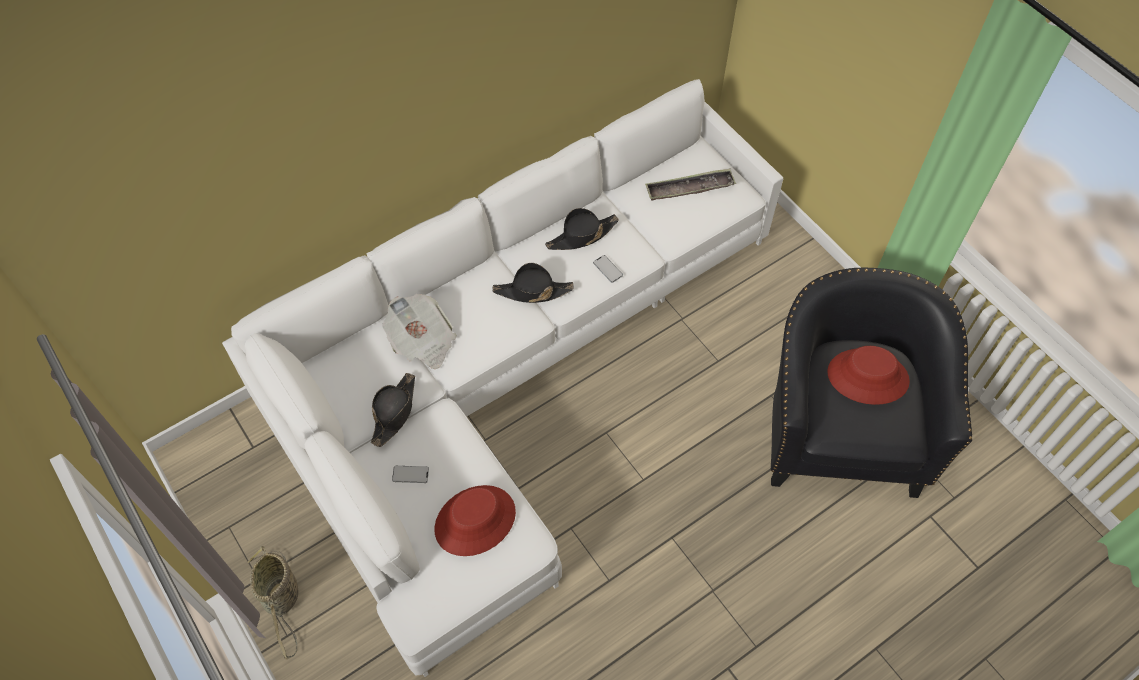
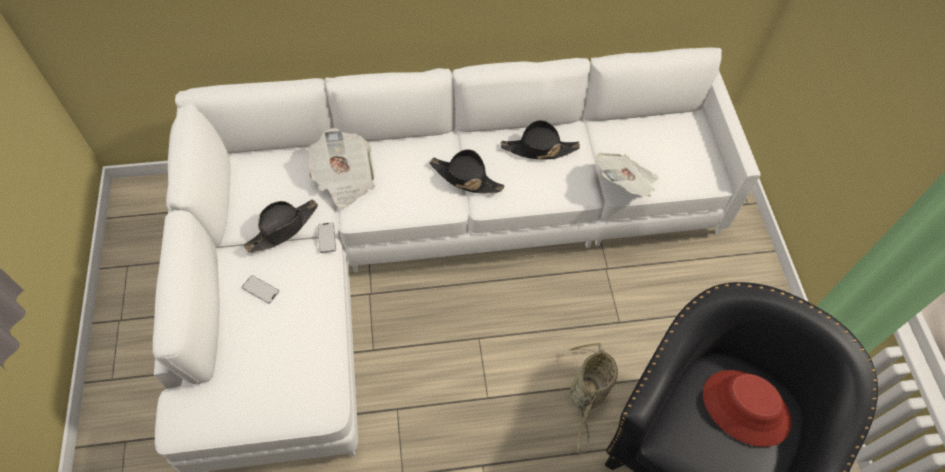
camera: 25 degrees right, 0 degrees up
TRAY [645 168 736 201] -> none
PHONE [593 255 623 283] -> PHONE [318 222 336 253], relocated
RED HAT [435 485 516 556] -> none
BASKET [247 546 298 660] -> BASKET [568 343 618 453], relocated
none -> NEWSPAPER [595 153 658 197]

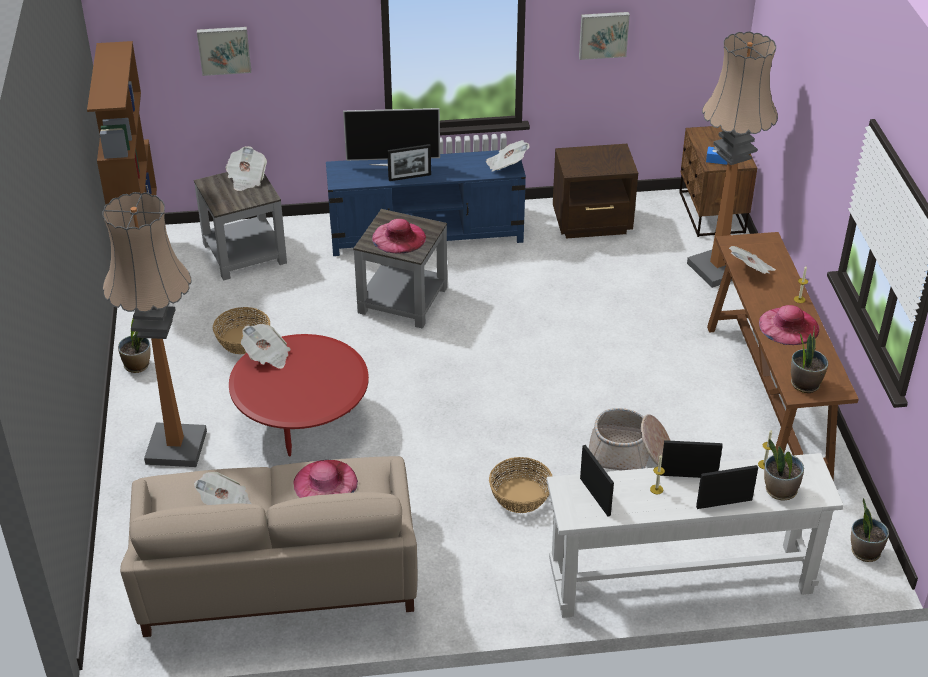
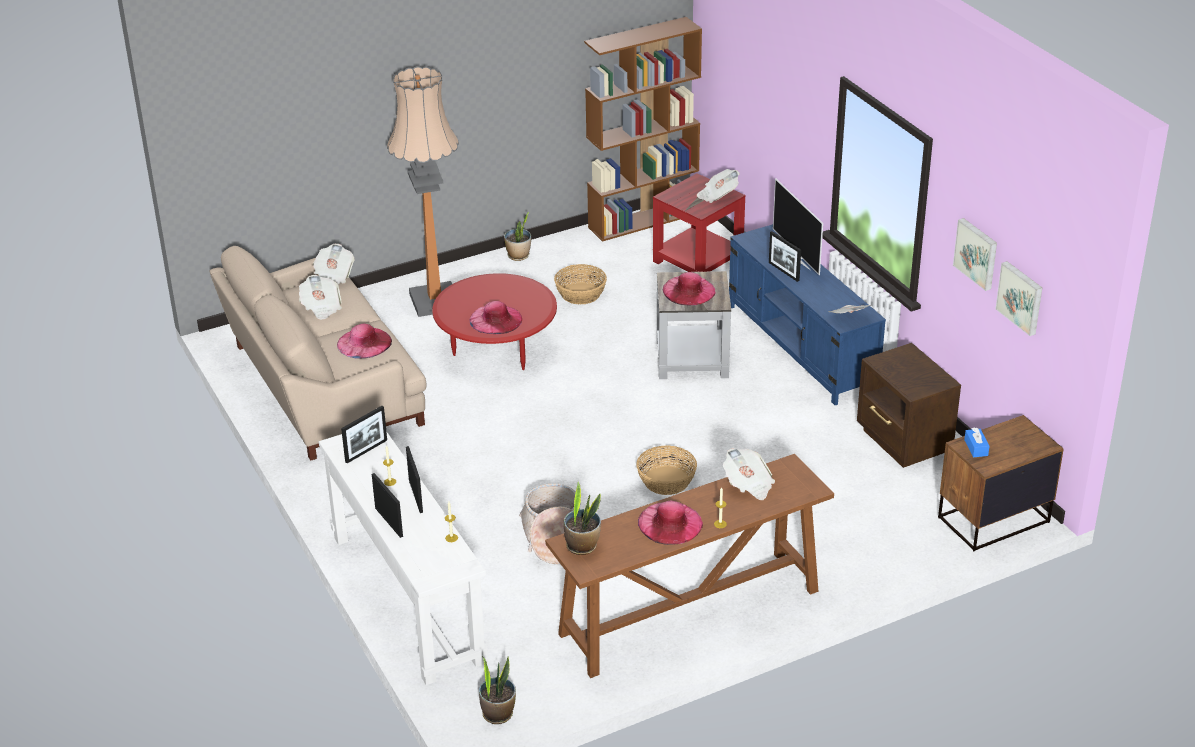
camera: 70 degrees right, 5 degrees down
PICTURE [197 27 251 76] -> PICTURE [996 261 1042 336], relocated
FLOOR LAMP [687 31 778 288] -> none
GREY SIDE TABLE [194 172 287 281] -> RED SIDE TABLE [653 173 746 272]
NEWSPAPER [241 324 290 369] -> NEWSPAPER [313 244 355 285], relocated
POTTED PLANT [764 439 804 501] -> none
BASKET [489 457 552 513] -> BASKET [636 445 697 495], relocated
none -> PINK HAT [469 301 522 334]

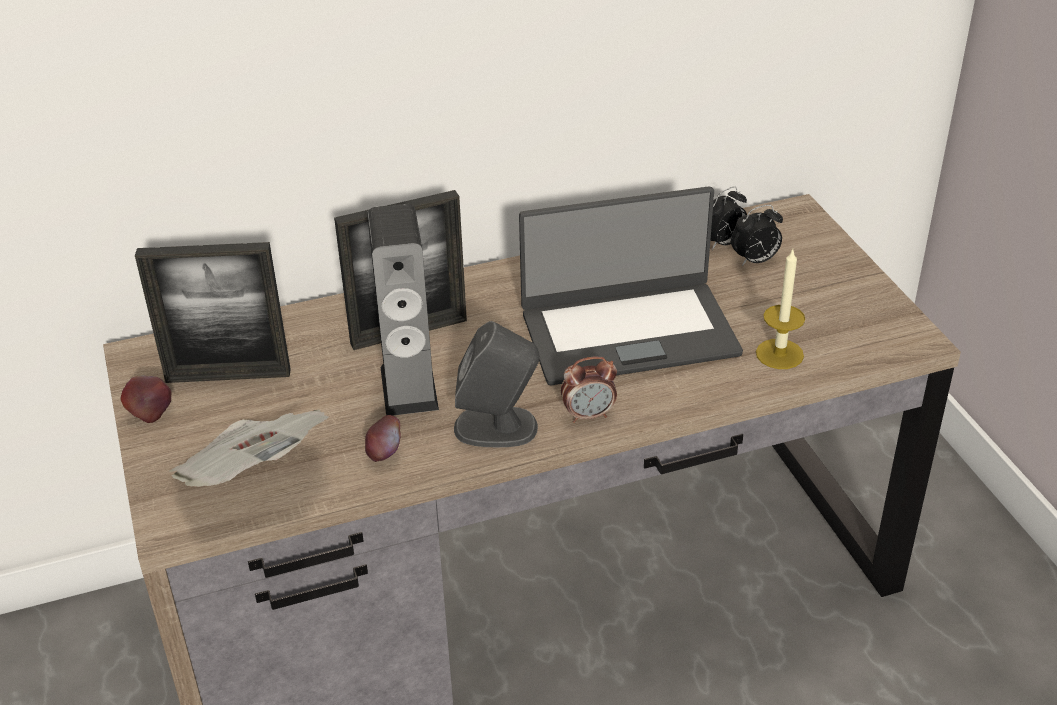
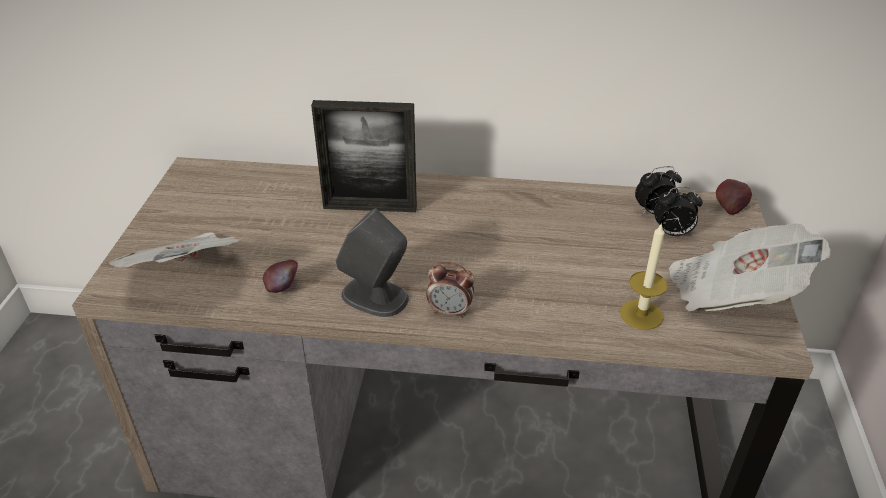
camera: 25 degrees right, 0 degrees up
LAPTOP [519 186 743 385] -> none
SPEAKER [367 204 439 416] -> none
PICTURE FRAME [135 242 291 383] -> none
APPLE [121 375 172 423] -> APPLE [716 179 752 215], relocated
none -> NEWSPAPER [669 223 831 311]

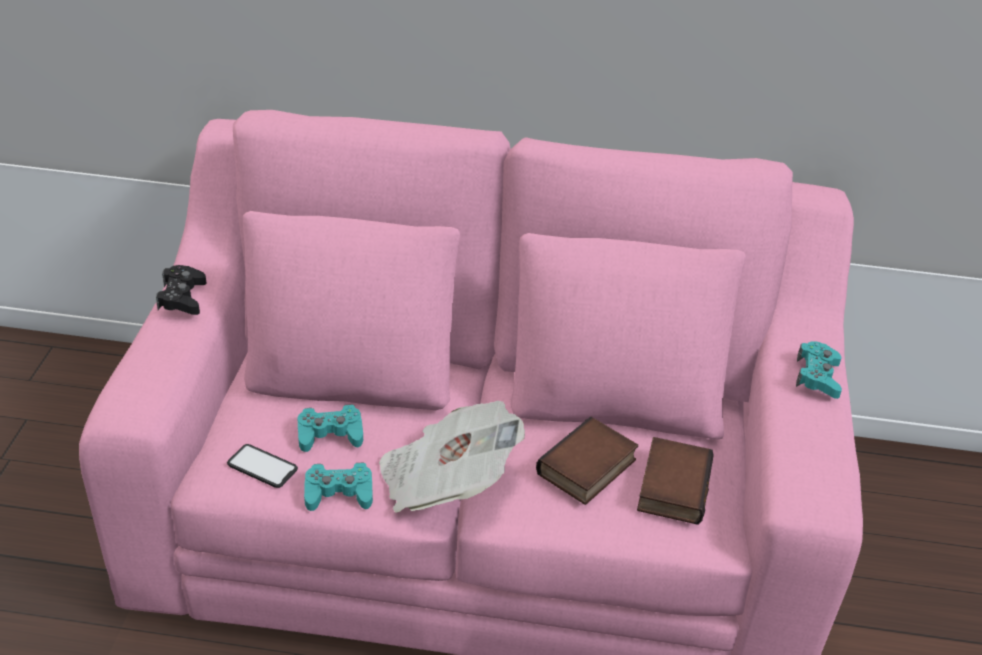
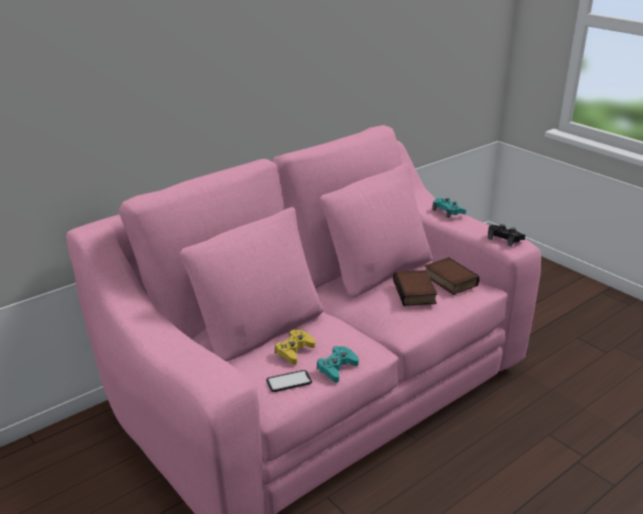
camera: 45 degrees left, 10 degrees down
BLACK GAME CONTROLLER [156 265 206 315] -> BLACK GAME CONTROLLER [488 224 525 247], relocated
NEWSPAPER [379 401 525 513] -> none
TURQUOISE GAME CONTROLLER [297 404 363 452] -> YELLOW GAME CONTROLLER [275 330 315 365]

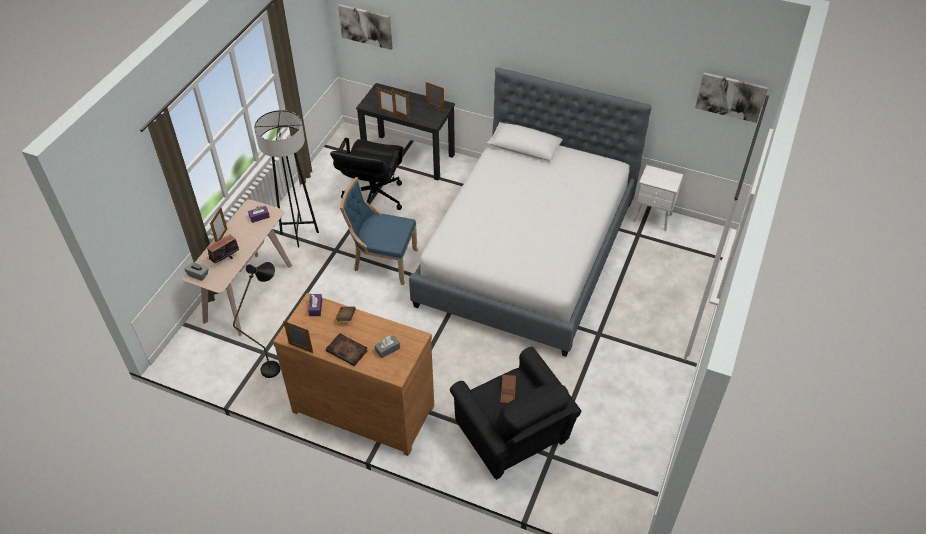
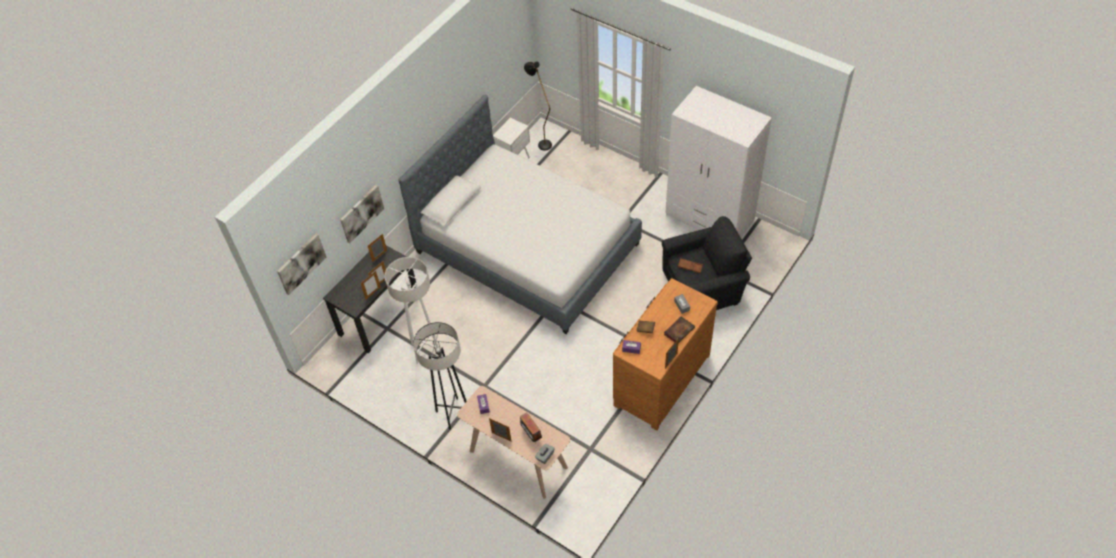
camera: 75 degrees left, 5 degrees up
PICTURE [695 72 769 123] -> PICTURE [340 185 384 243], relocated
BLACK OFFICE CHAIR [330 138 404 210] -> WHITE FLOOR LAMP [385 257 442 364]
BLUE CHAIR [340 177 418 285] -> none
BLACK FLOOR LAMP [233 262 280 378] -> BLACK FLOOR LAMP [524 61 552 151], relocated
none -> WHITE WARDROBE [666 86 772 237]

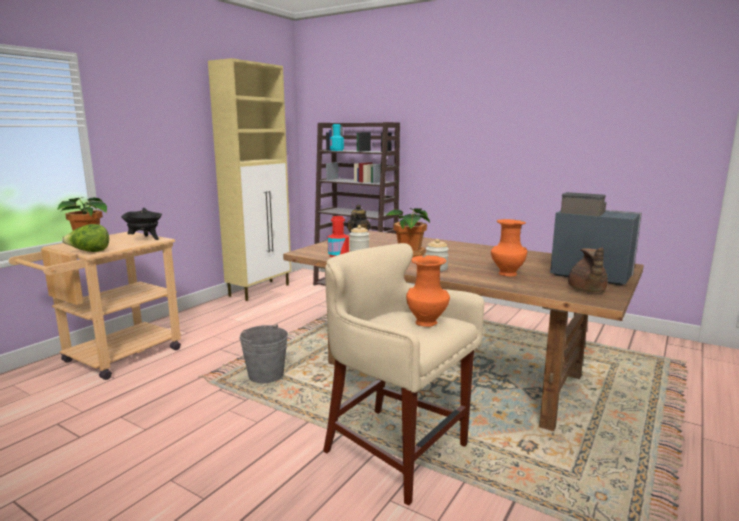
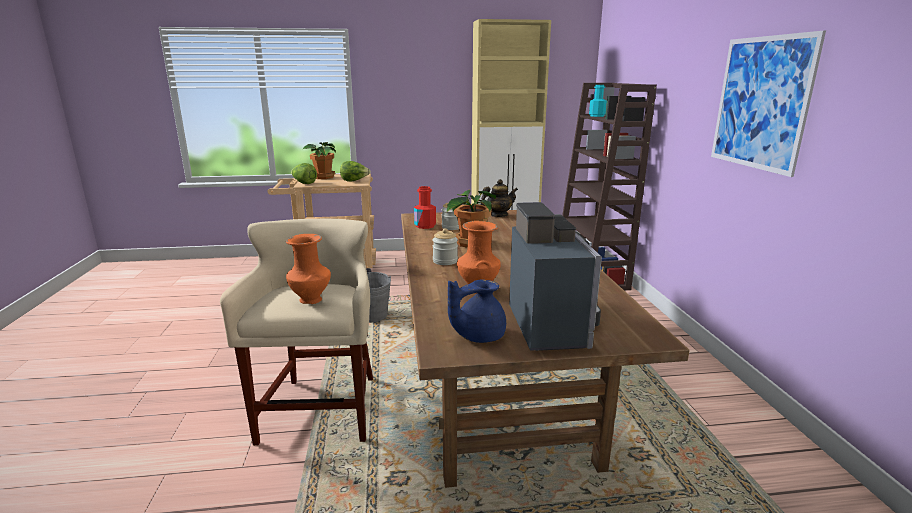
camera: 50 degrees right, 5 degrees up
BLACK COOKING POT [121 208 162 240] -> LETTUCE [340 161 371 182]
BROWN TEAPOT [568 248 608 292] -> BLUE TEAPOT [448 279 506 343]
none -> PICTURE [711 31 826 177]

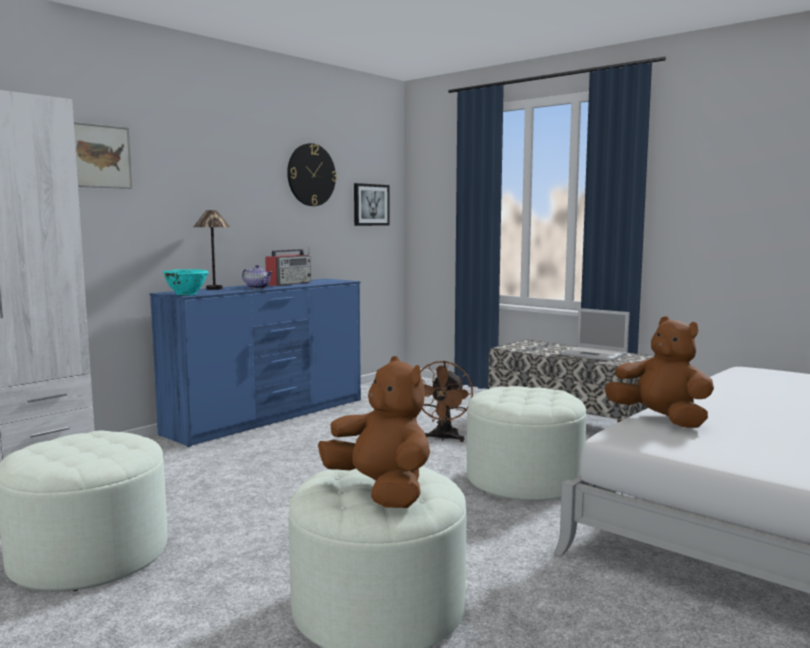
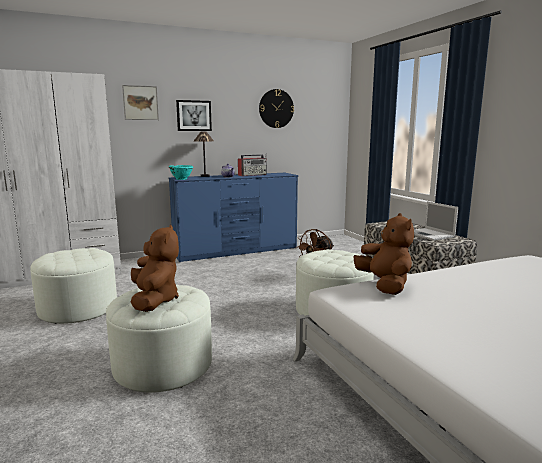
camera: 25 degrees right, 5 degrees up
PICTURE [354 183 390 226] -> PICTURE [176 100 212 131], relocated

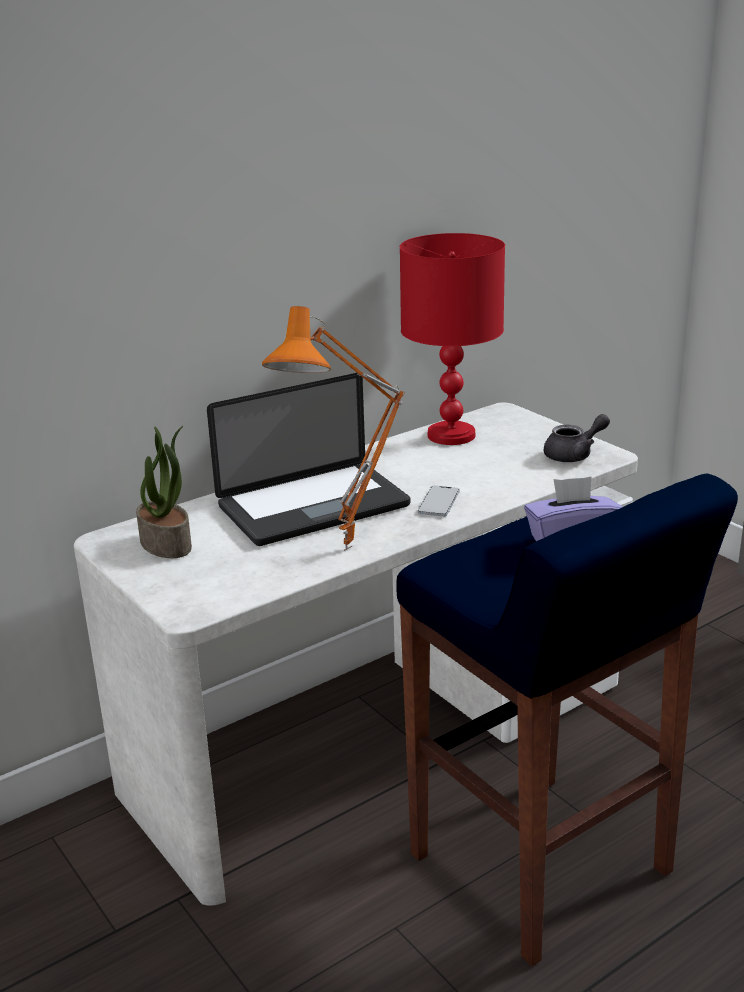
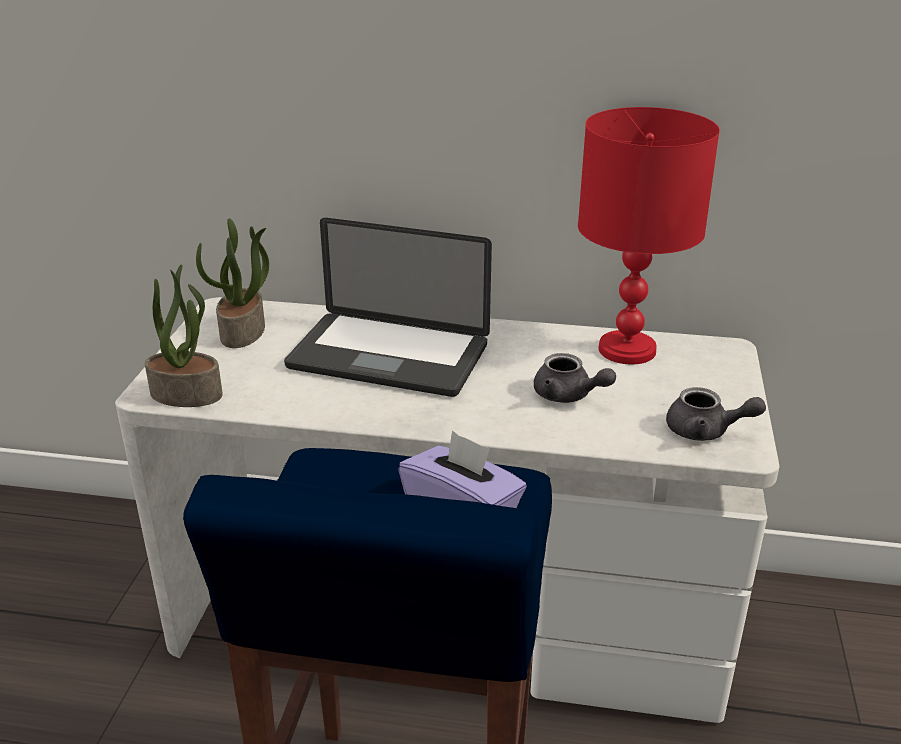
camera: 45 degrees right, 5 degrees up
ORANGE TABLE LAMP [262 306 404 551] -> none
PHONE [418 486 459 517] -> none
none -> POTTED PLANT [145 264 223 407]
none -> GREY TEAPOT [534 353 616 403]

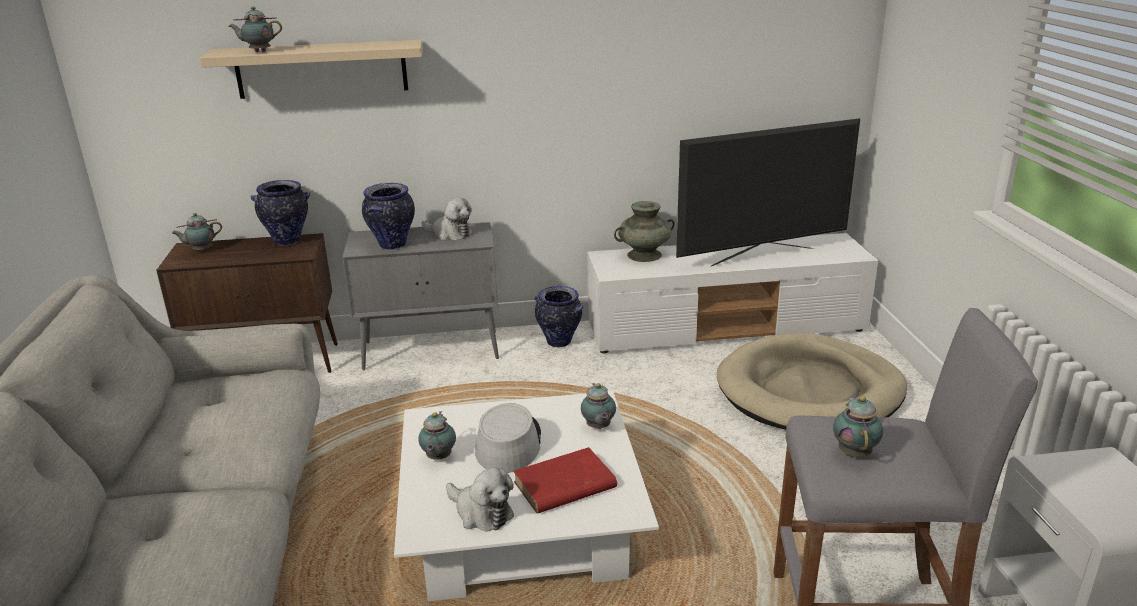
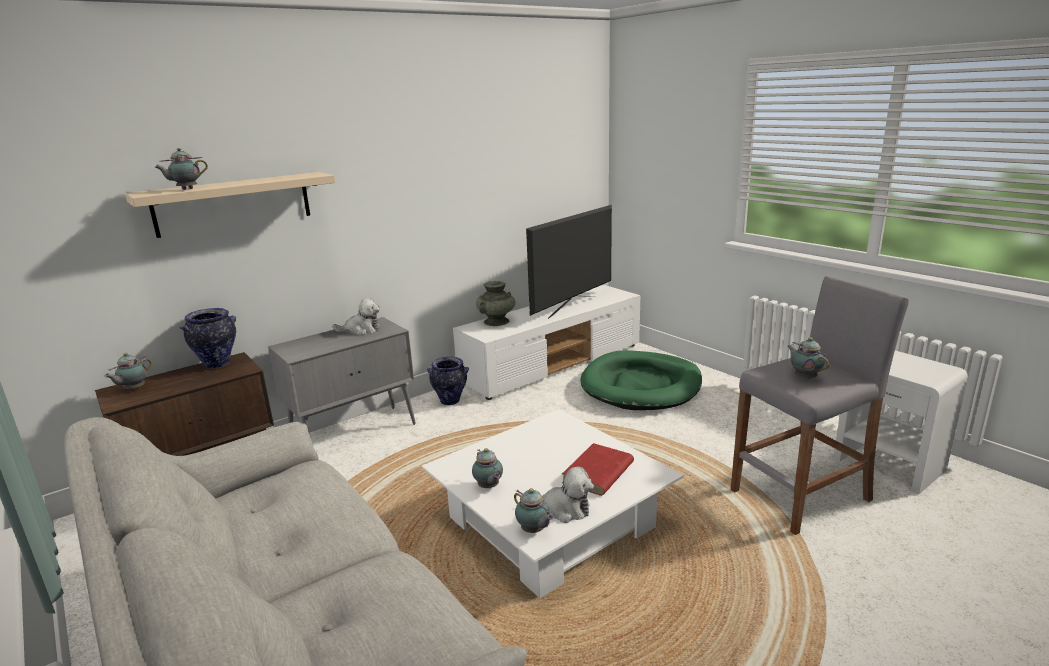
camera: 30 degrees left, 5 degrees down
VASE [362 183 415 250] -> none
BEIGE DOG BED [717 333 907 430] -> GREEN DOG BED [580 350 702 410]
TEAPOT [581 383 616 429] -> TEAPOT [514 488 554 533], relocated
GREY HAT [475 403 541 473] -> none

